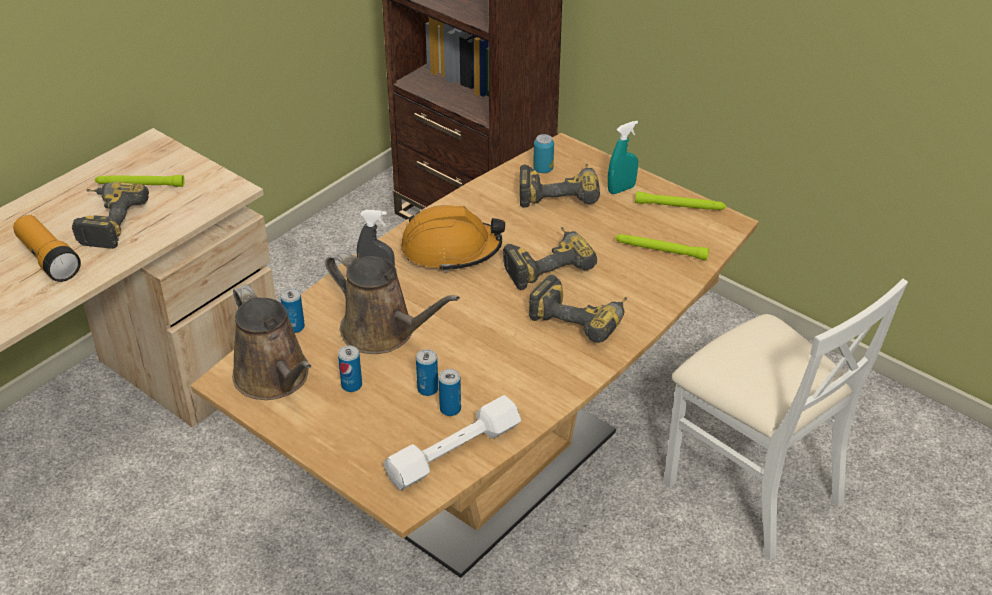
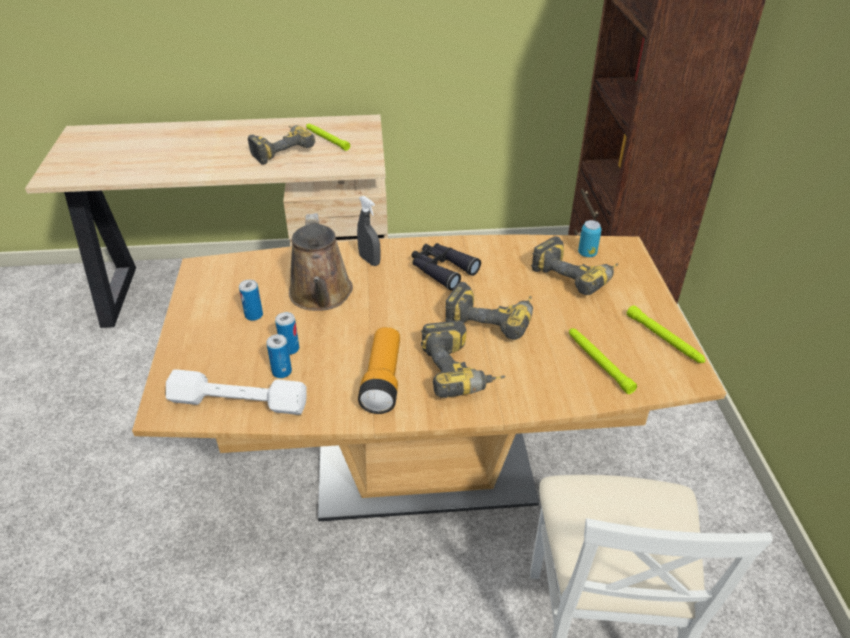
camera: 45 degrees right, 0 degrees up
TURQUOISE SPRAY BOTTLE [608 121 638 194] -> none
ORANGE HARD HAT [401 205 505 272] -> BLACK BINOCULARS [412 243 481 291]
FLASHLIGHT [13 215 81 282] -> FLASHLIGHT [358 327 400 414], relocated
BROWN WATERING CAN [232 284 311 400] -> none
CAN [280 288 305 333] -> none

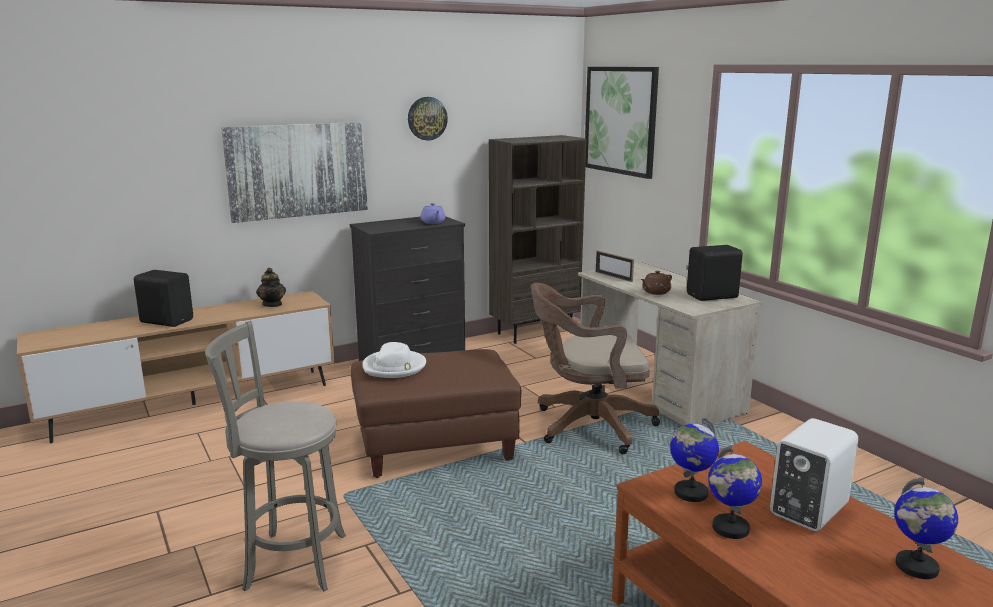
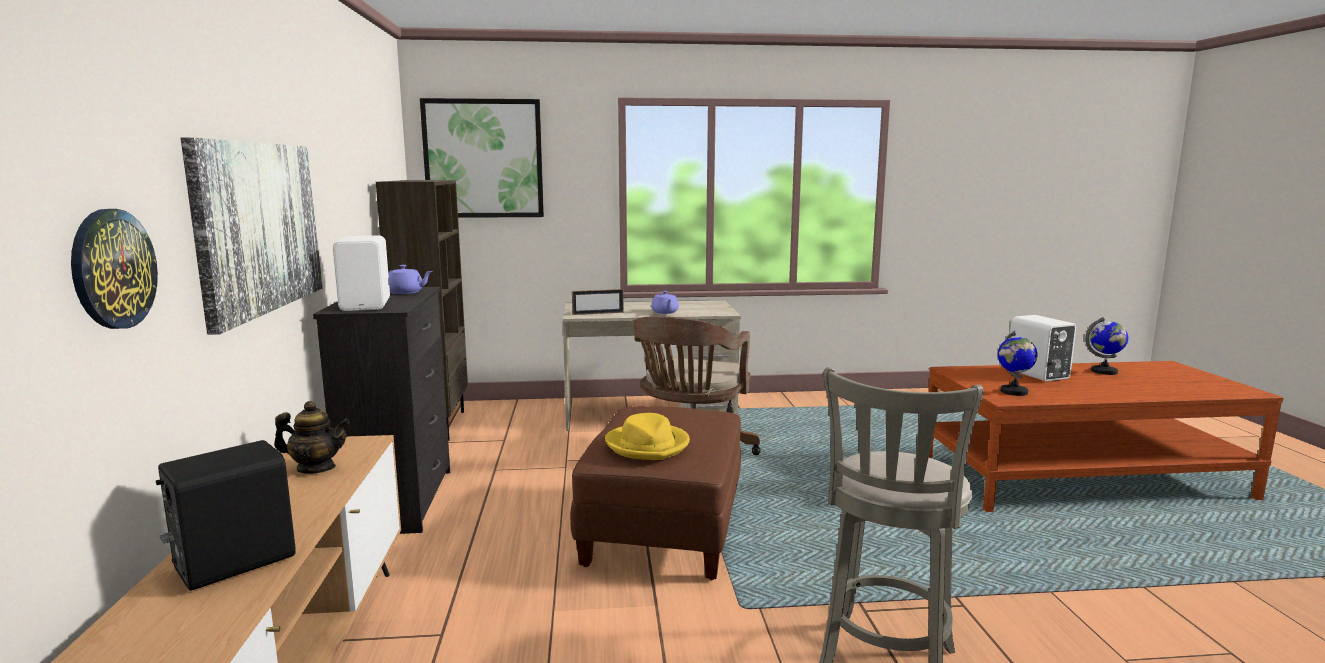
camera: 65 degrees left, 5 degrees down
WALL CLOCK [408 97 448 141] -> WALL CLOCK [71 209 158 329], relocated
BLACK SPEAKER [687 245 743 301] -> none
BROWN TEAPOT [641 271 672 295] -> PURPLE TEAPOT [651 291 679 314]
WHITE HAT [362 342 426 378] -> YELLOW HAT [605 413 690 460]
GLOBE [708 445 762 539] -> none
none -> WHITE SPEAKER [333 235 390 311]

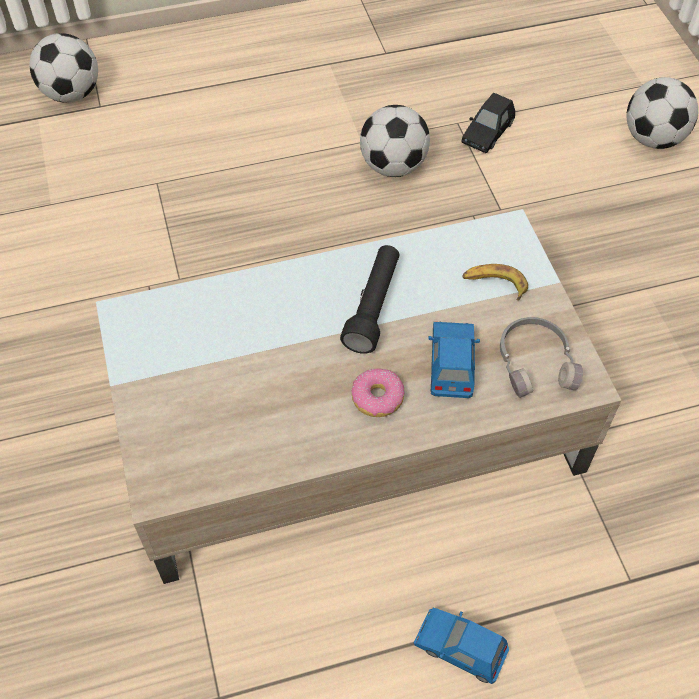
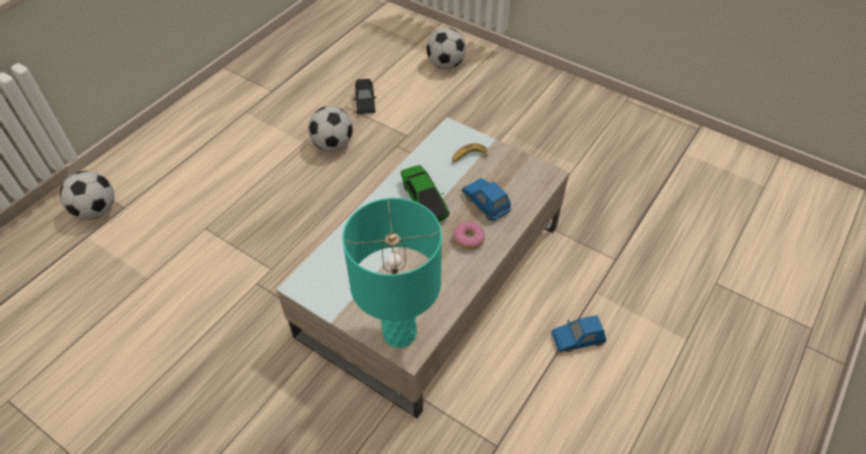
camera: 40 degrees left, 5 degrees down
BLACK FLASHLIGHT [340 245 399 354] -> TOY CAR [401 165 450 222]
GREY HEADPHONES [500 317 583 398] -> none
none -> TURQUOISE TABLE LAMP [342 198 442 348]

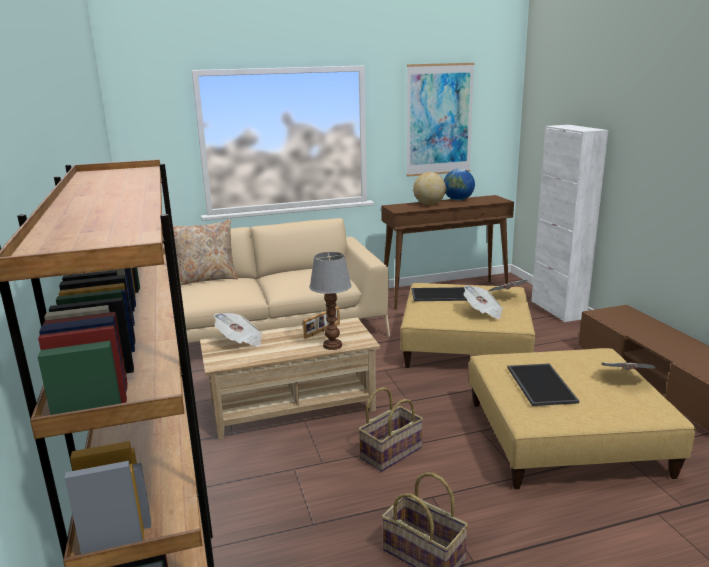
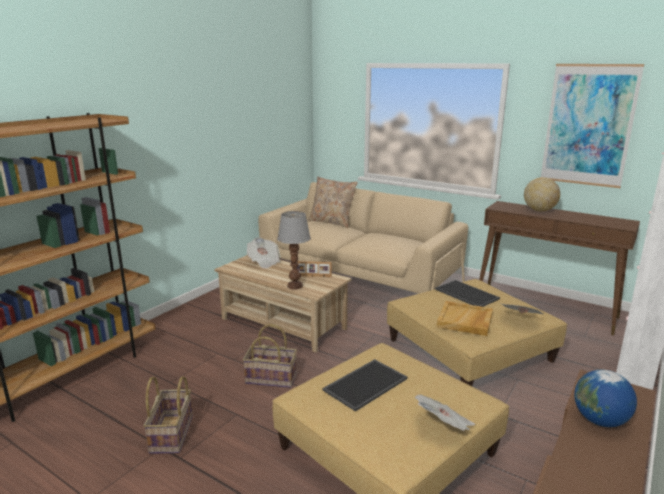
camera: 50 degrees right, 0 degrees up
GLOBE [444 169 475 201] -> GLOBE [574 370 637 427], relocated
NEWSPAPER [464 285 503 319] -> BEIGE TRAY [437 301 493 336]

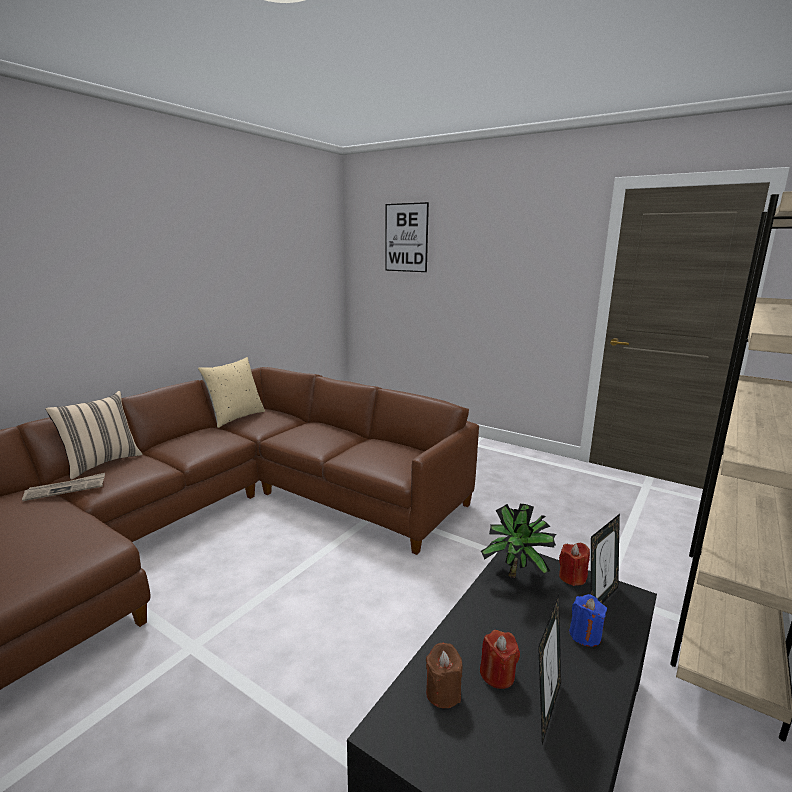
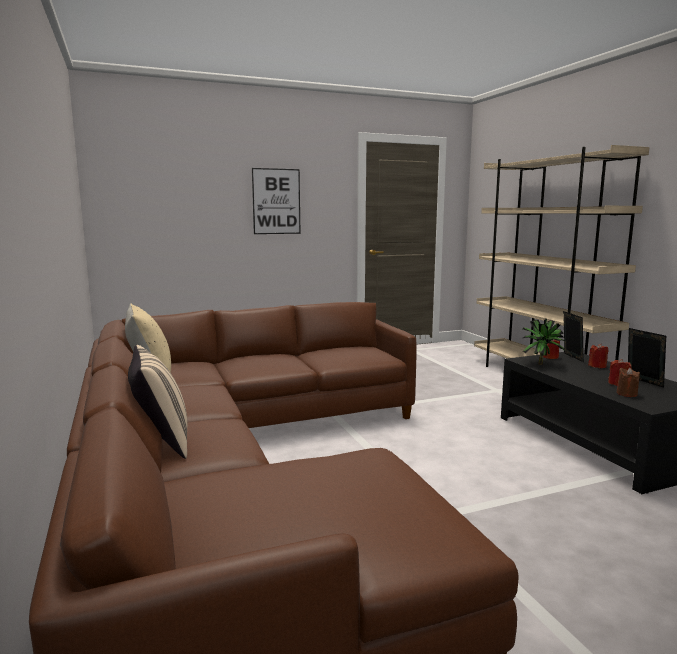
camera: 55 degrees left, 5 degrees down
PICTURE [385 202 429 272] -> PICTURE [252 168 301 234], relocated
NEWSPAPER [22 473 105 501] -> none
BLUE CANDLE [569 594 607 647] -> RED CANDLE [588 344 608 368]

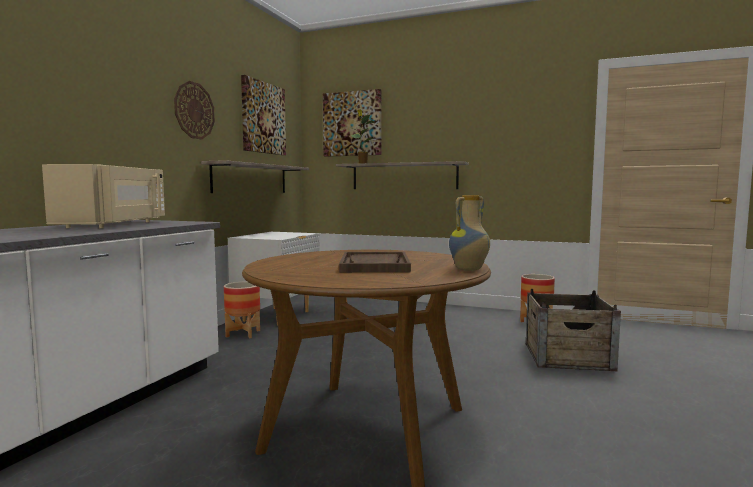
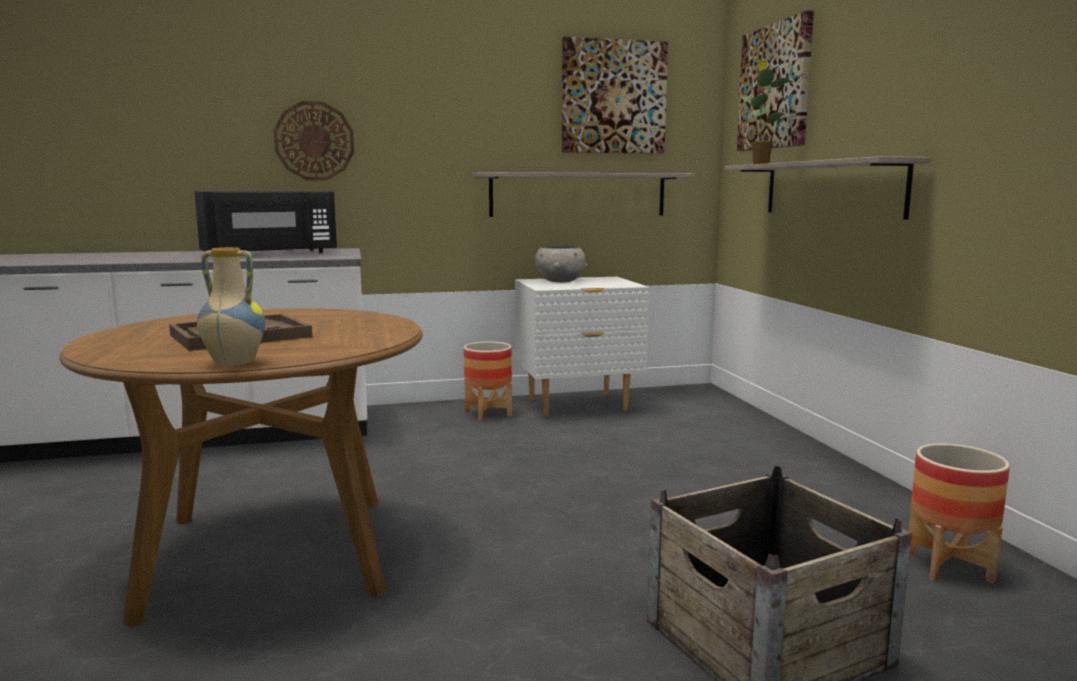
camera: 55 degrees right, 5 degrees up
WALL CLOCK [174 81 215 139] -> WALL CLOCK [274 101 354 180], relocated
BEIGE MICROWAVE [42 164 165 228] -> BLACK MICROWAVE [194 191 337 253]
none -> GREY BOWL [535 246 587 283]

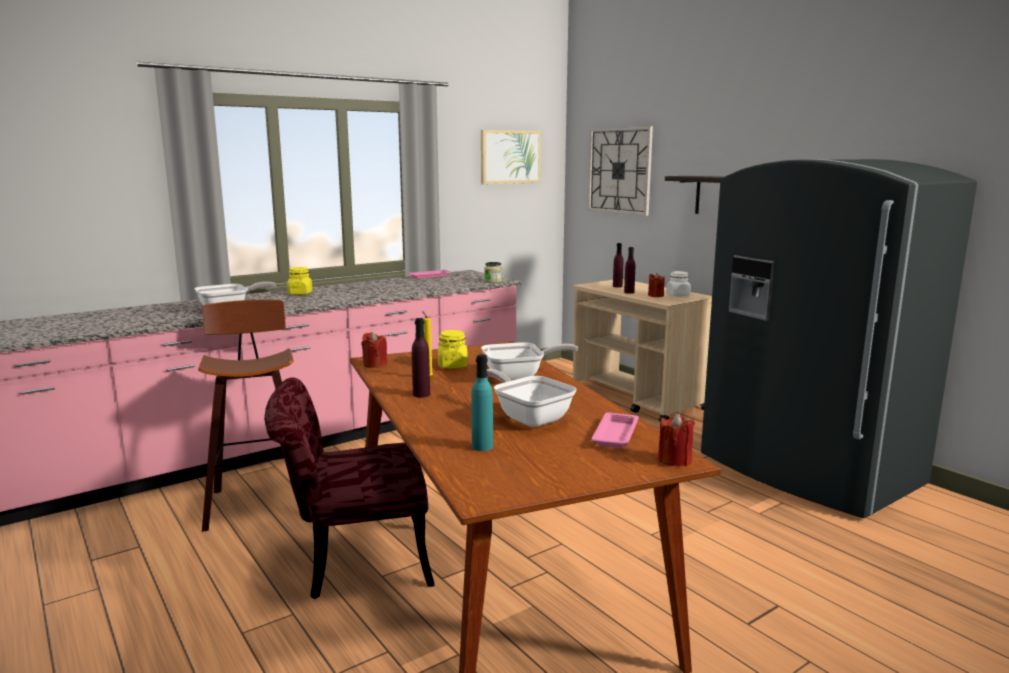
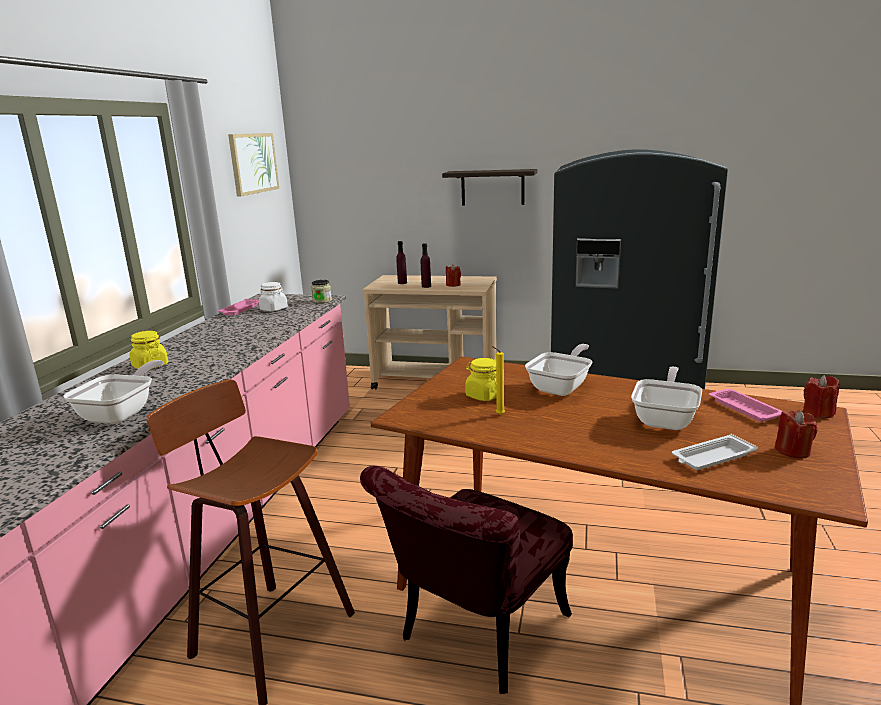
camera: 40 degrees left, 5 degrees up
WALL CLOCK [588 126 653 216] -> none
WHITE JAR [666 271 691 296] -> WHITE JAR [259 282 288 311], relocated
PURPLE BOTTLE [412 318 430 397] -> none
RED CANDLE [362 332 388 368] -> RED CANDLE [775 410 817 459], relocated
TURQUOISE BOTTLE [471 354 493 451] -> WHITE TRAY [672 434 758 470]
FRYING PAN [487 369 577 427] -> FRYING PAN [631 367 702 430], 105 degrees clockwise

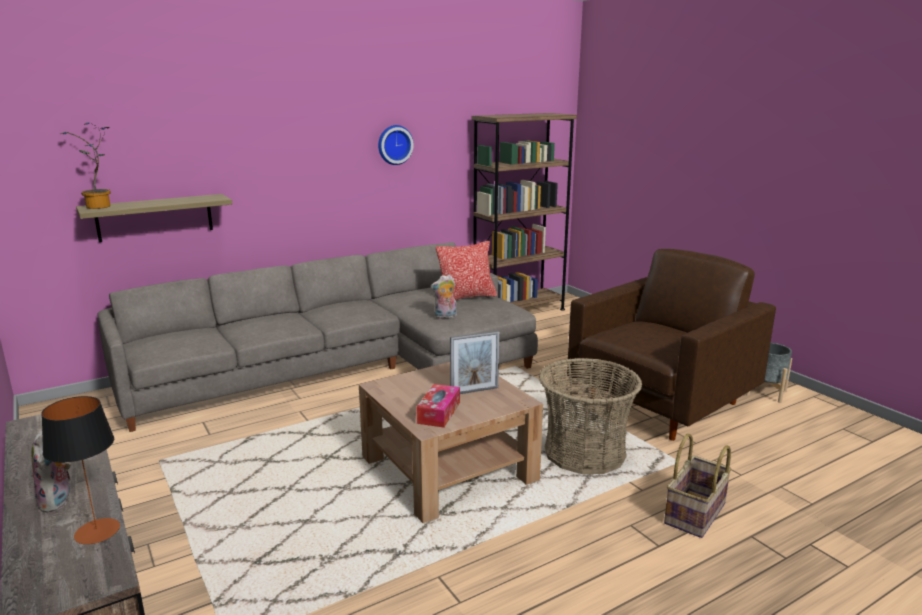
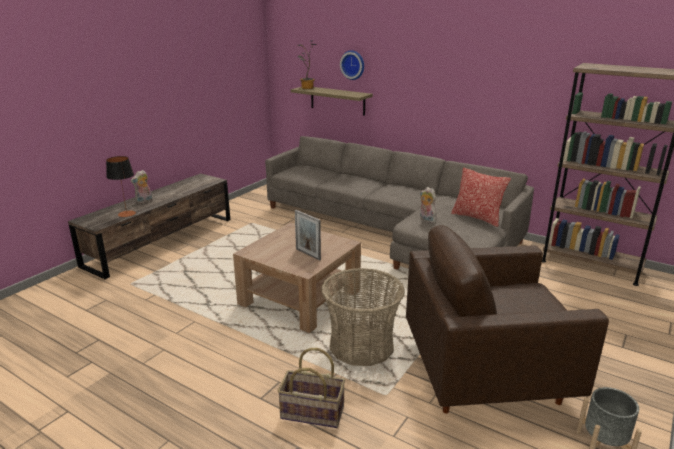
camera: 65 degrees right, 5 degrees up
WALL CLOCK [378 125 414 165] -> WALL CLOCK [340 50 364 80], relocated
BROWN ARMCHAIR [567 249 776 441] -> BROWN ARMCHAIR [406 225 609 414], 150 degrees clockwise
TISSUE BOX [416 384 460 428] -> none

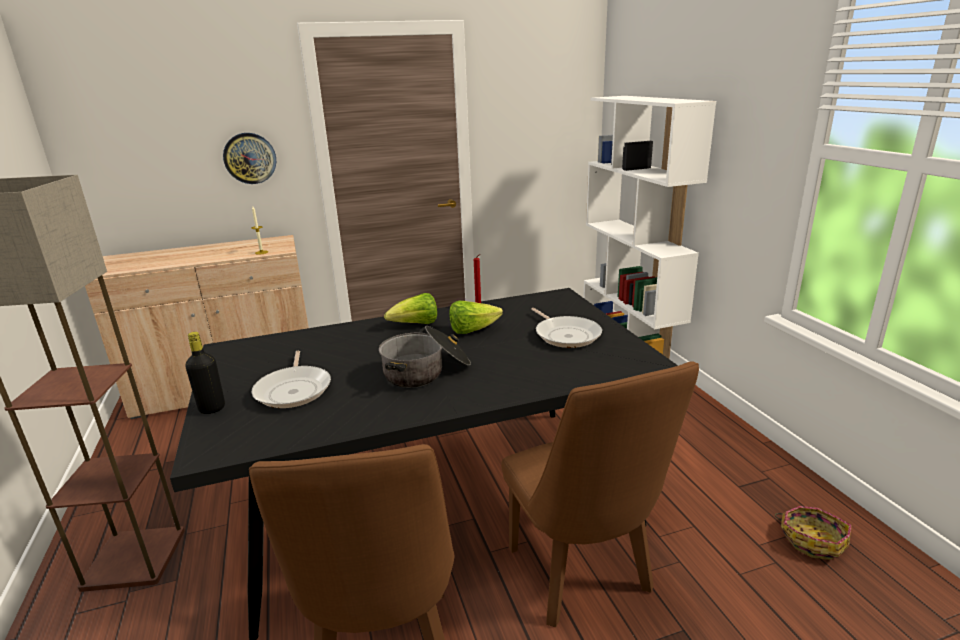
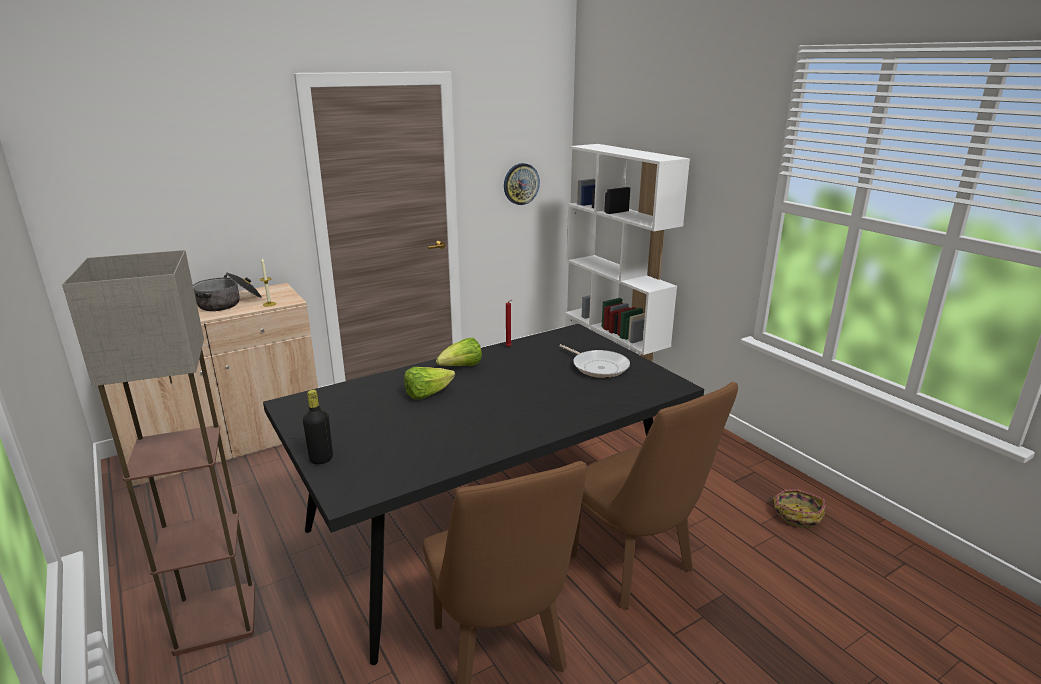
camera: 15 degrees left, 0 degrees up
WALL CLOCK [223 133 276 184] -> WALL CLOCK [504 163 540 205], relocated
LETTUCE [449 301 503 334] -> LETTUCE [404 367 455 399], relocated
COOKING POT [379 326 471 388] -> COOKING POT [193 272 262 311], relocated
FRYING PAN [252 351 331 408] -> none

